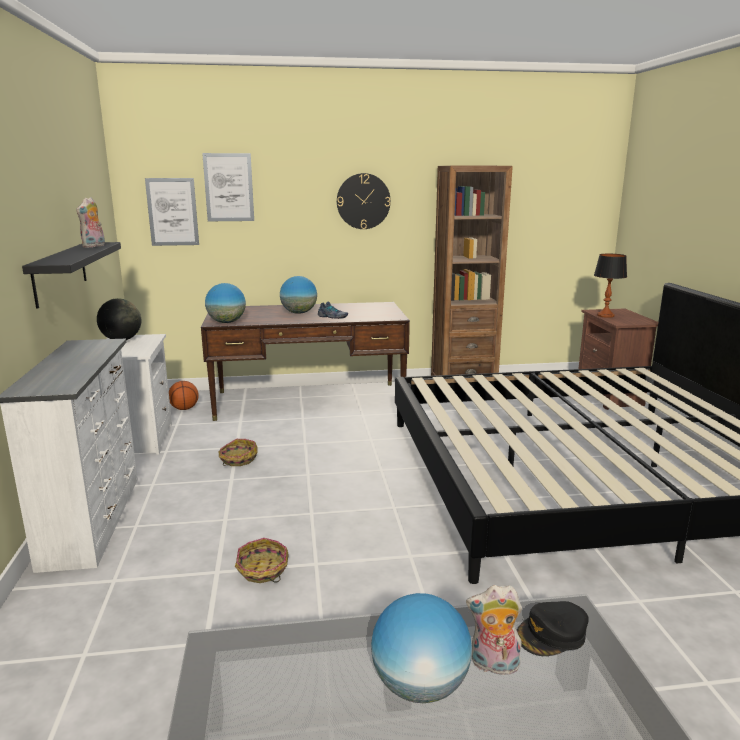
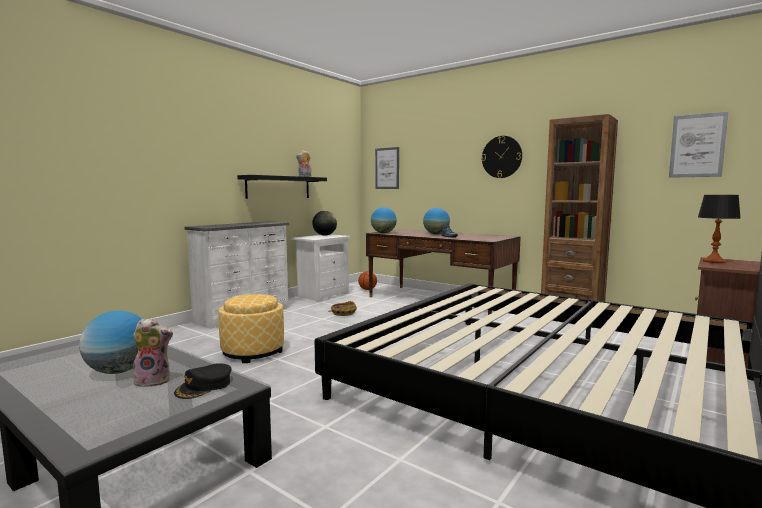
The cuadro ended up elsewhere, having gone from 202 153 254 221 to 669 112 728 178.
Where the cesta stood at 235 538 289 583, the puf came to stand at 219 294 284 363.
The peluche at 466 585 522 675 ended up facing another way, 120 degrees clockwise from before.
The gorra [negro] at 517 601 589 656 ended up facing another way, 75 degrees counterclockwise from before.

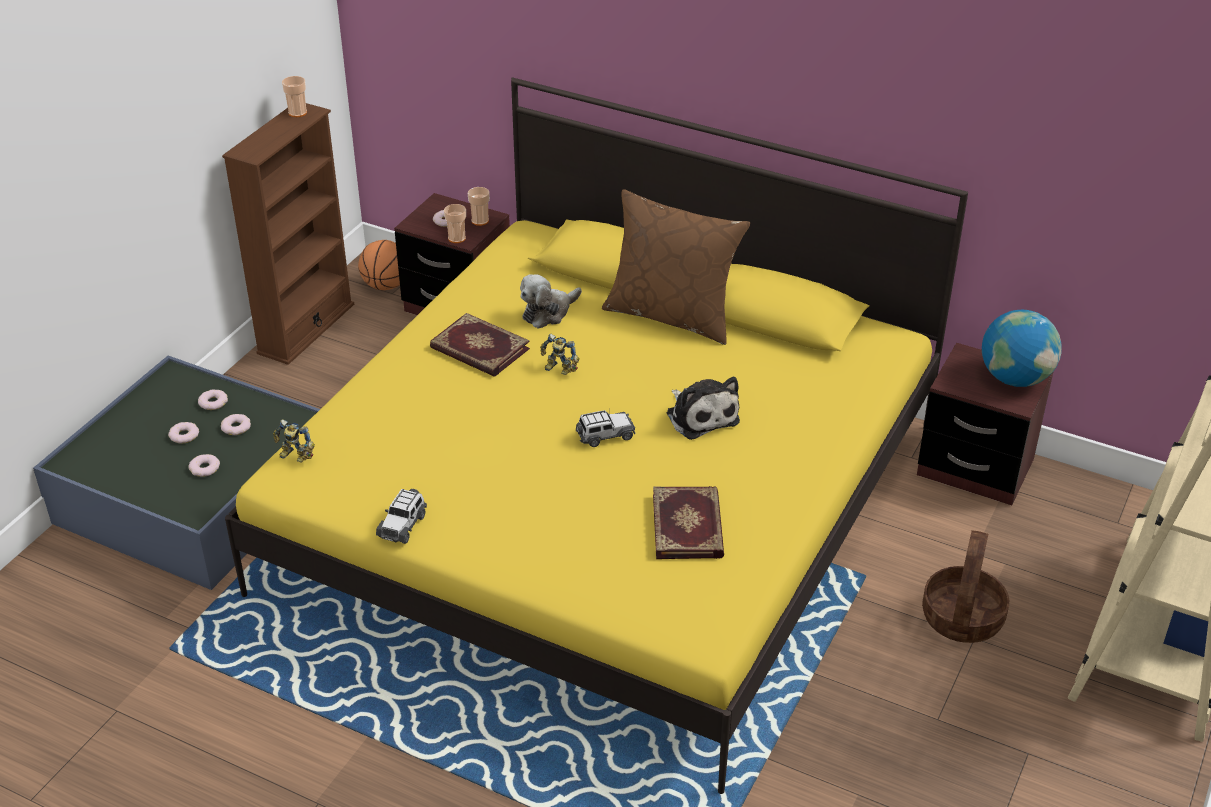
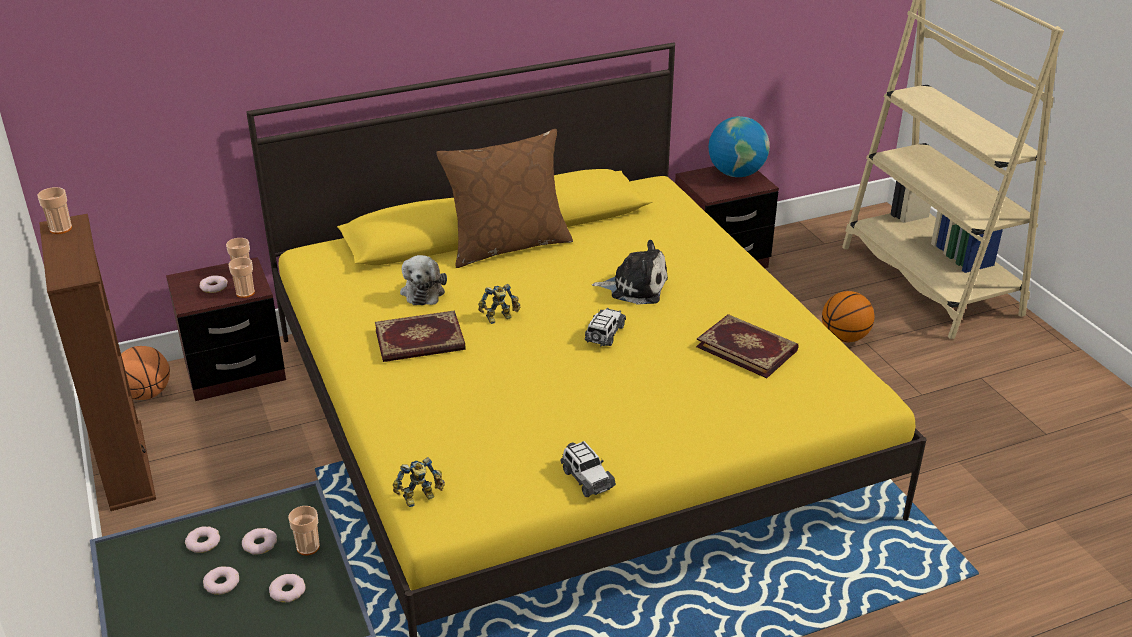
The second view gained the taza at 288 506 320 555.
Where the cesta stood at 922 530 1009 643, the balón de baloncesto came to stand at 822 291 875 342.

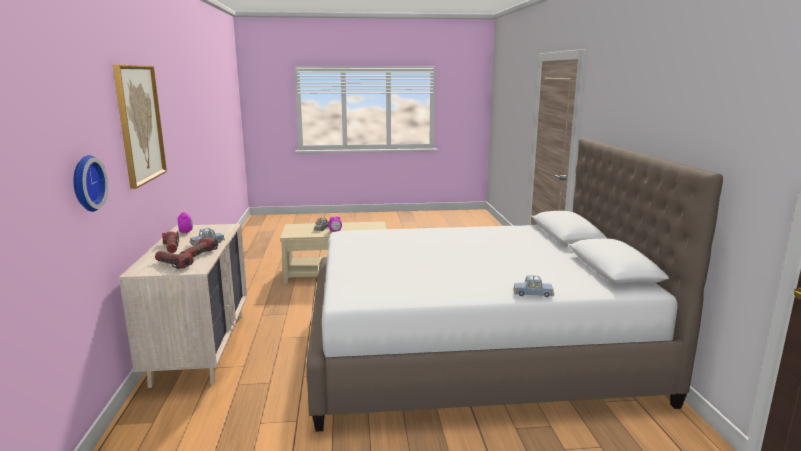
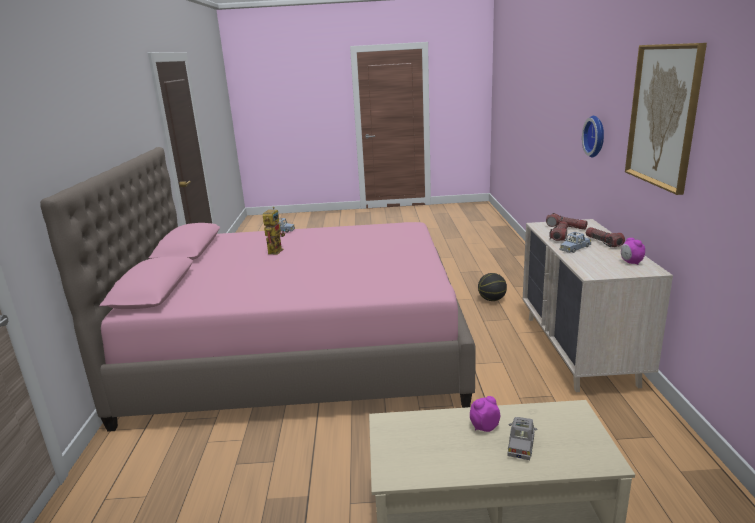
The second view gained the robot de juguete at 263 207 285 254.
The second view gained the balón de baloncesto at 478 273 507 301.
What was the cama [blanco] at 307 137 723 432 turned into the cama [rosa] at 40 147 476 432.

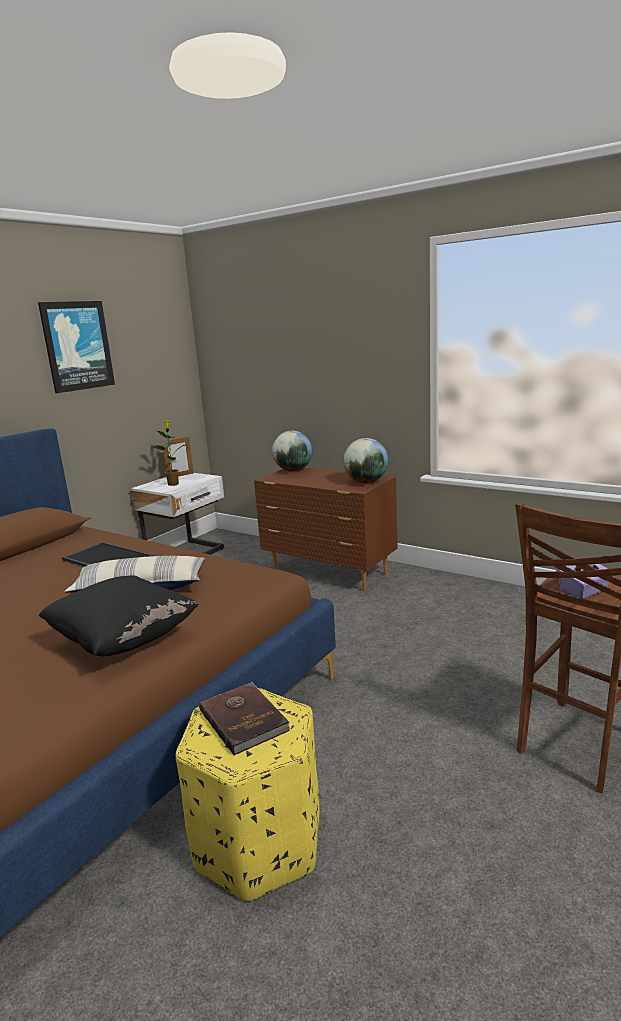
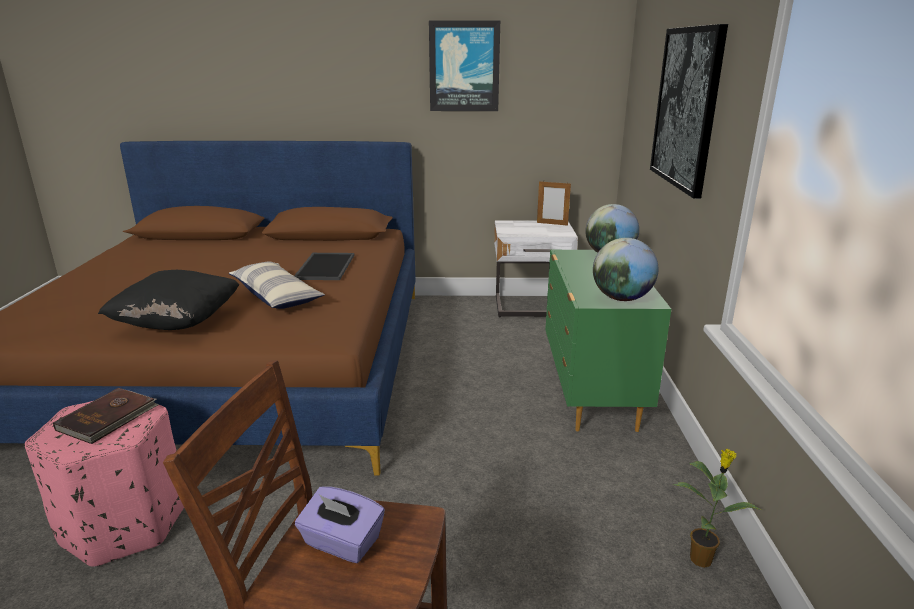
The second view gained the cuadro at 650 24 728 199.
The planta en maceta ended up elsewhere, having gone from 151 420 186 486 to 672 449 762 568.
What was the puf [amarillo] at 176 688 319 902 turned into the puf [rosa] at 25 401 184 567.
What was the cómoda [marrón] at 254 467 398 591 turned into the cómoda [verde] at 545 250 671 432.

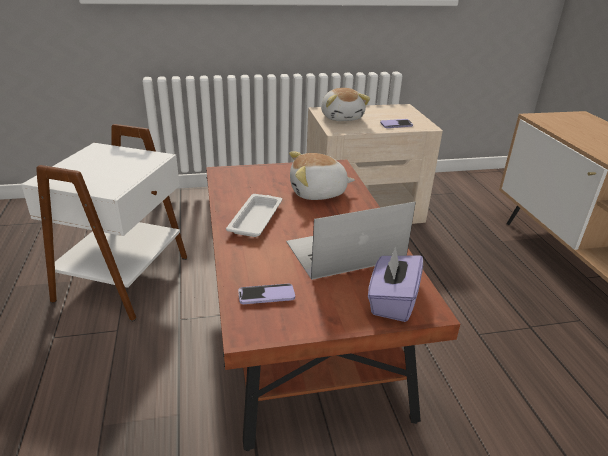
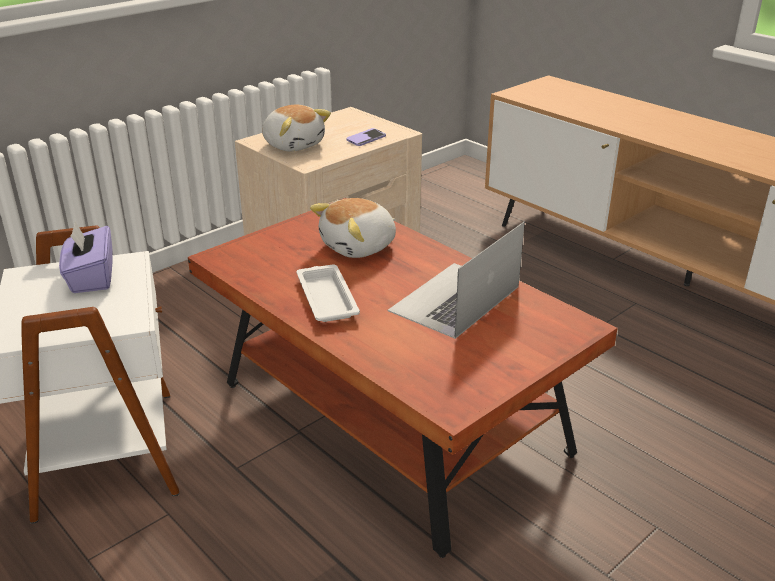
The second view lost the móvil at 238 284 295 304.
The caja de pañuelos [morado] ended up elsewhere, having gone from 368 246 423 322 to 59 221 112 293.

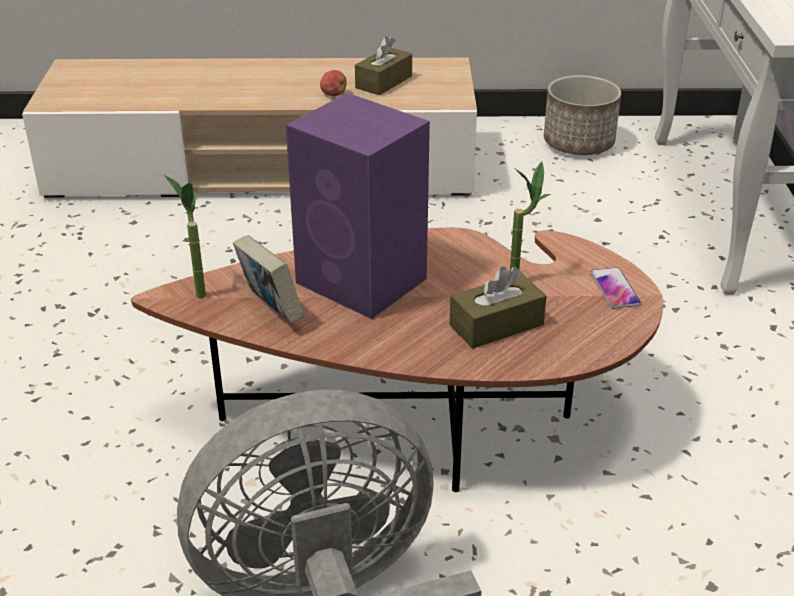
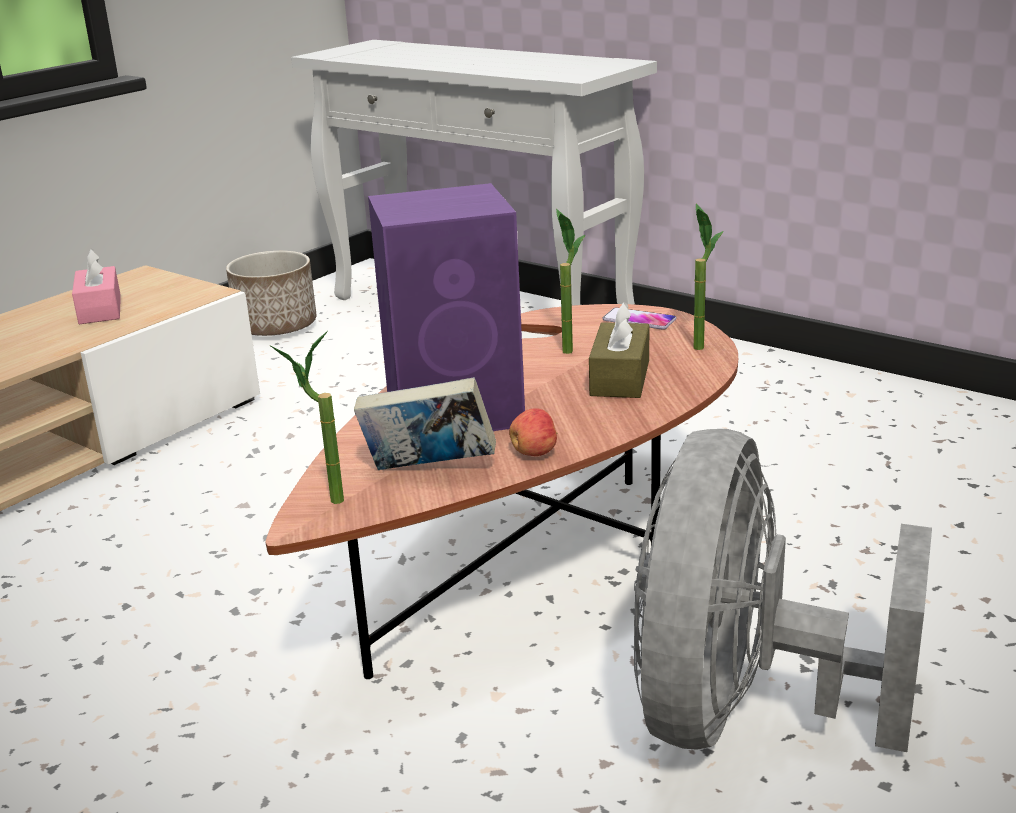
The second view gained the planta en maceta at 694 204 724 350.
The manzana ended up elsewhere, having gone from 320 70 347 96 to 509 408 558 456.
What was the caja de pañuelos [marrón] at 355 36 412 95 turned into the caja de pañuelos [rosa] at 72 249 121 324.

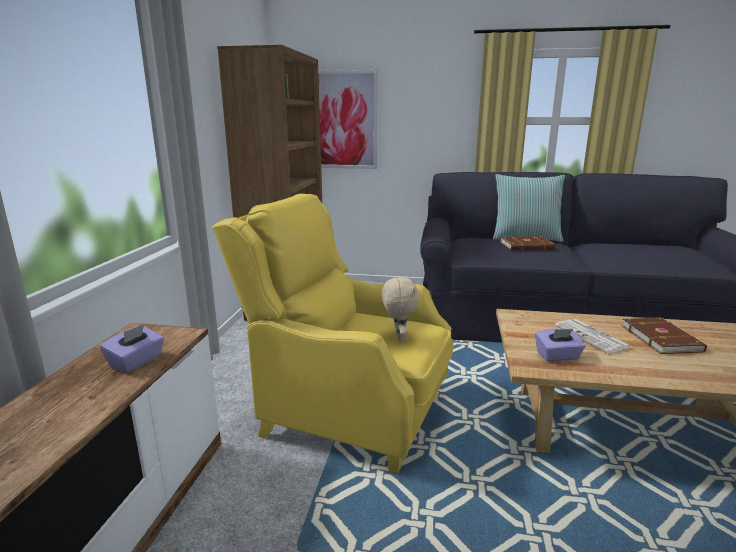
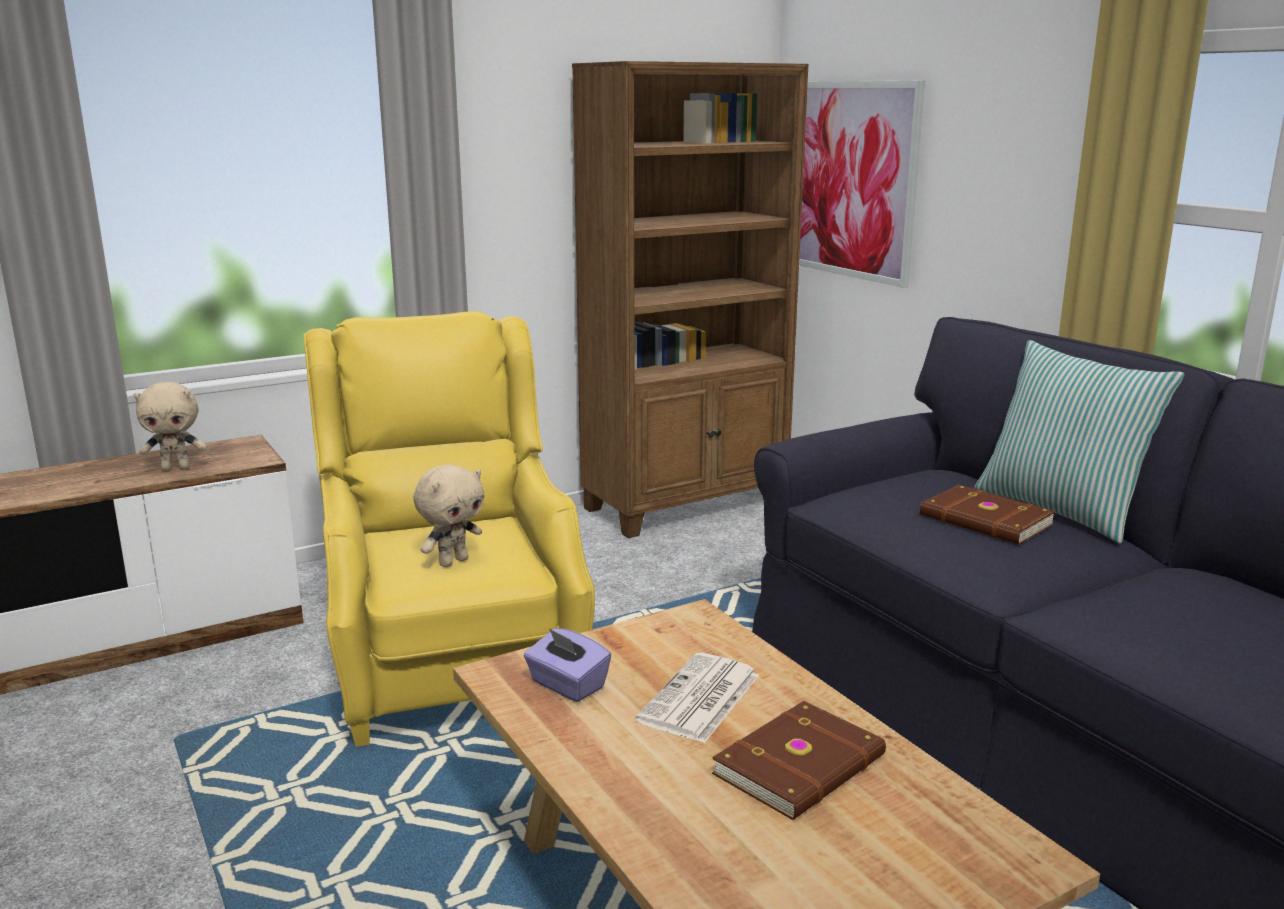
Where the caja de pañuelos [morado] stood at 100 324 164 373, the peluche [beis] came to stand at 134 382 207 471.

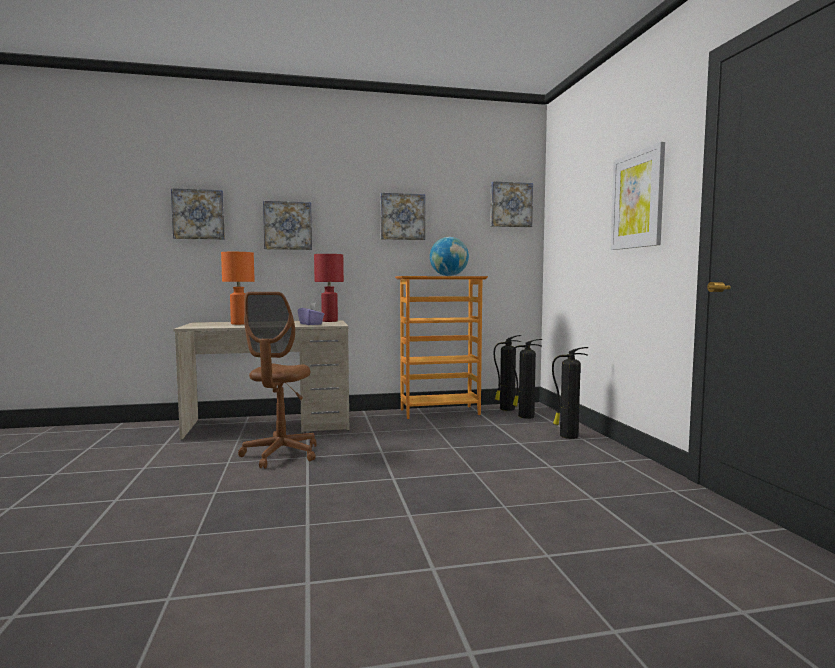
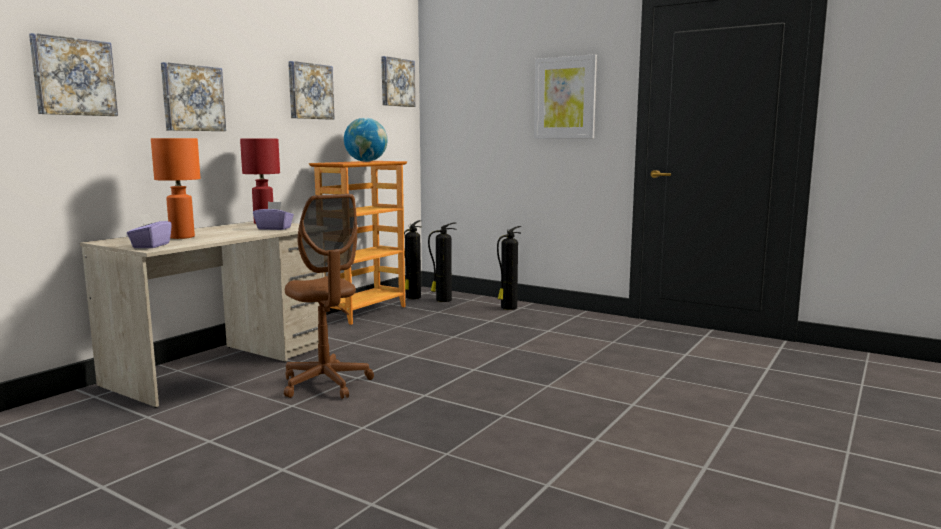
The second view gained the caja de pañuelos [morado] at 127 213 172 248.

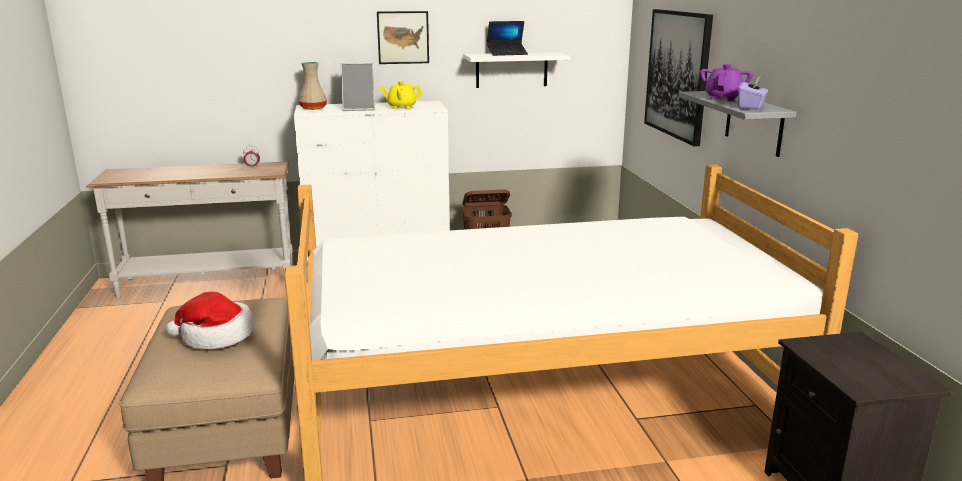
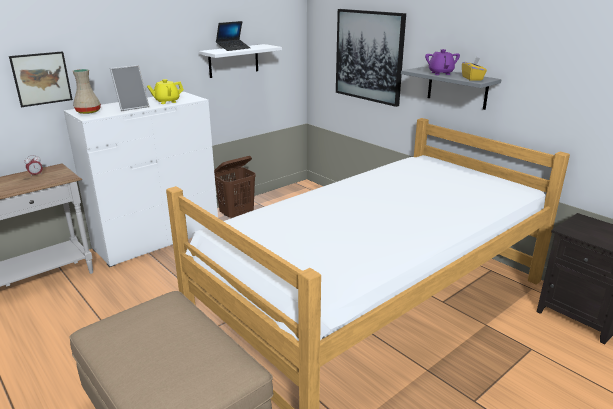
The second view lost the sombrero at 166 292 255 349.
The cuadro ended up elsewhere, having gone from 377 11 429 64 to 9 51 73 107.
What was the caja de pañuelos [morado] at 738 76 768 110 turned into the caja de pañuelos [amarillo] at 462 57 487 81.

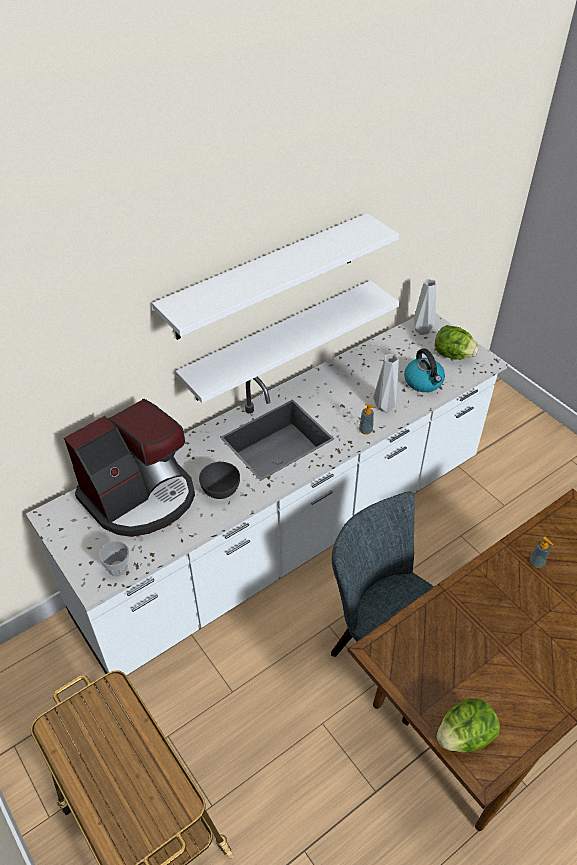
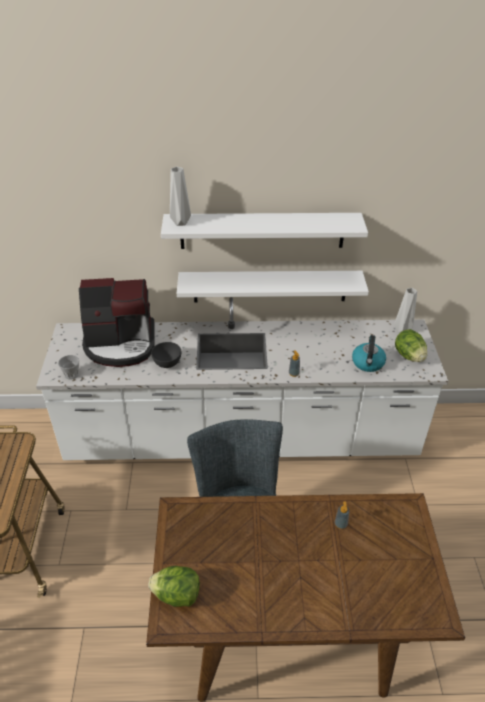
The florero [gris] ended up elsewhere, having gone from 373 354 399 412 to 170 167 191 226.

